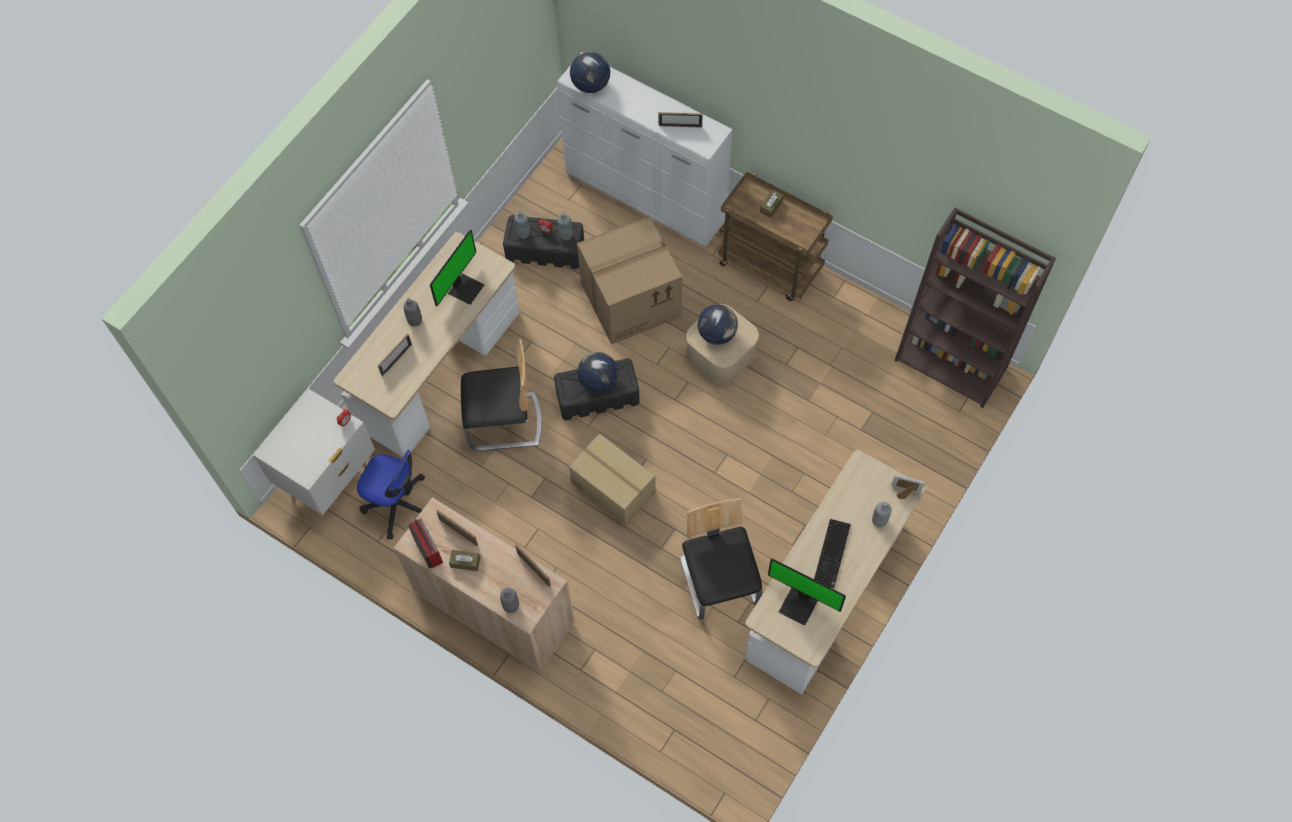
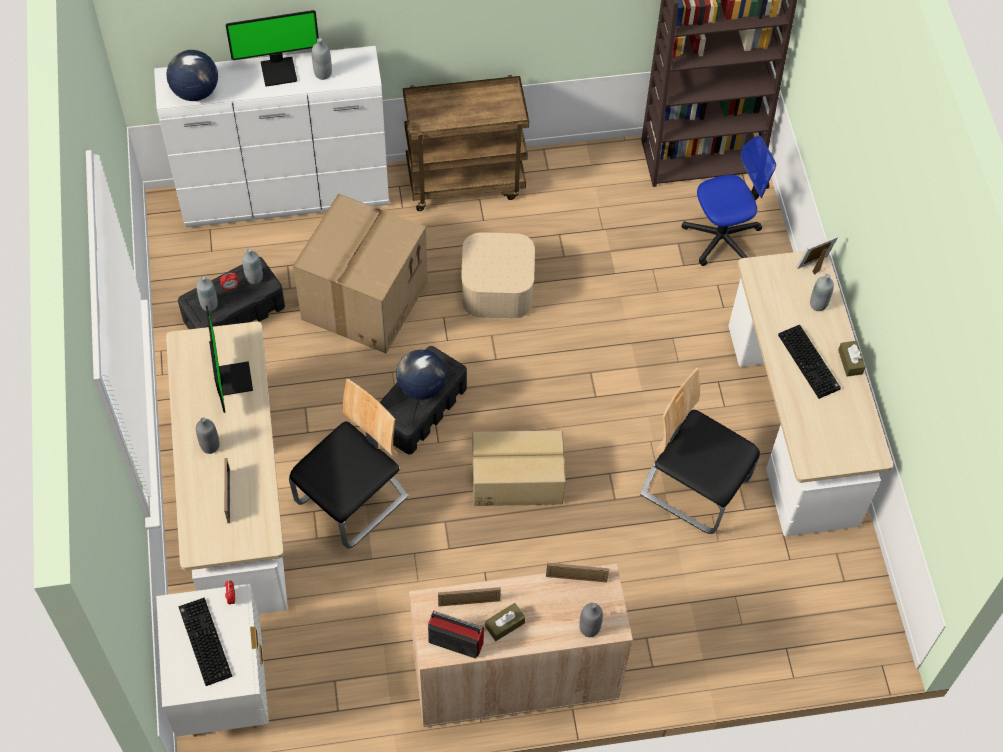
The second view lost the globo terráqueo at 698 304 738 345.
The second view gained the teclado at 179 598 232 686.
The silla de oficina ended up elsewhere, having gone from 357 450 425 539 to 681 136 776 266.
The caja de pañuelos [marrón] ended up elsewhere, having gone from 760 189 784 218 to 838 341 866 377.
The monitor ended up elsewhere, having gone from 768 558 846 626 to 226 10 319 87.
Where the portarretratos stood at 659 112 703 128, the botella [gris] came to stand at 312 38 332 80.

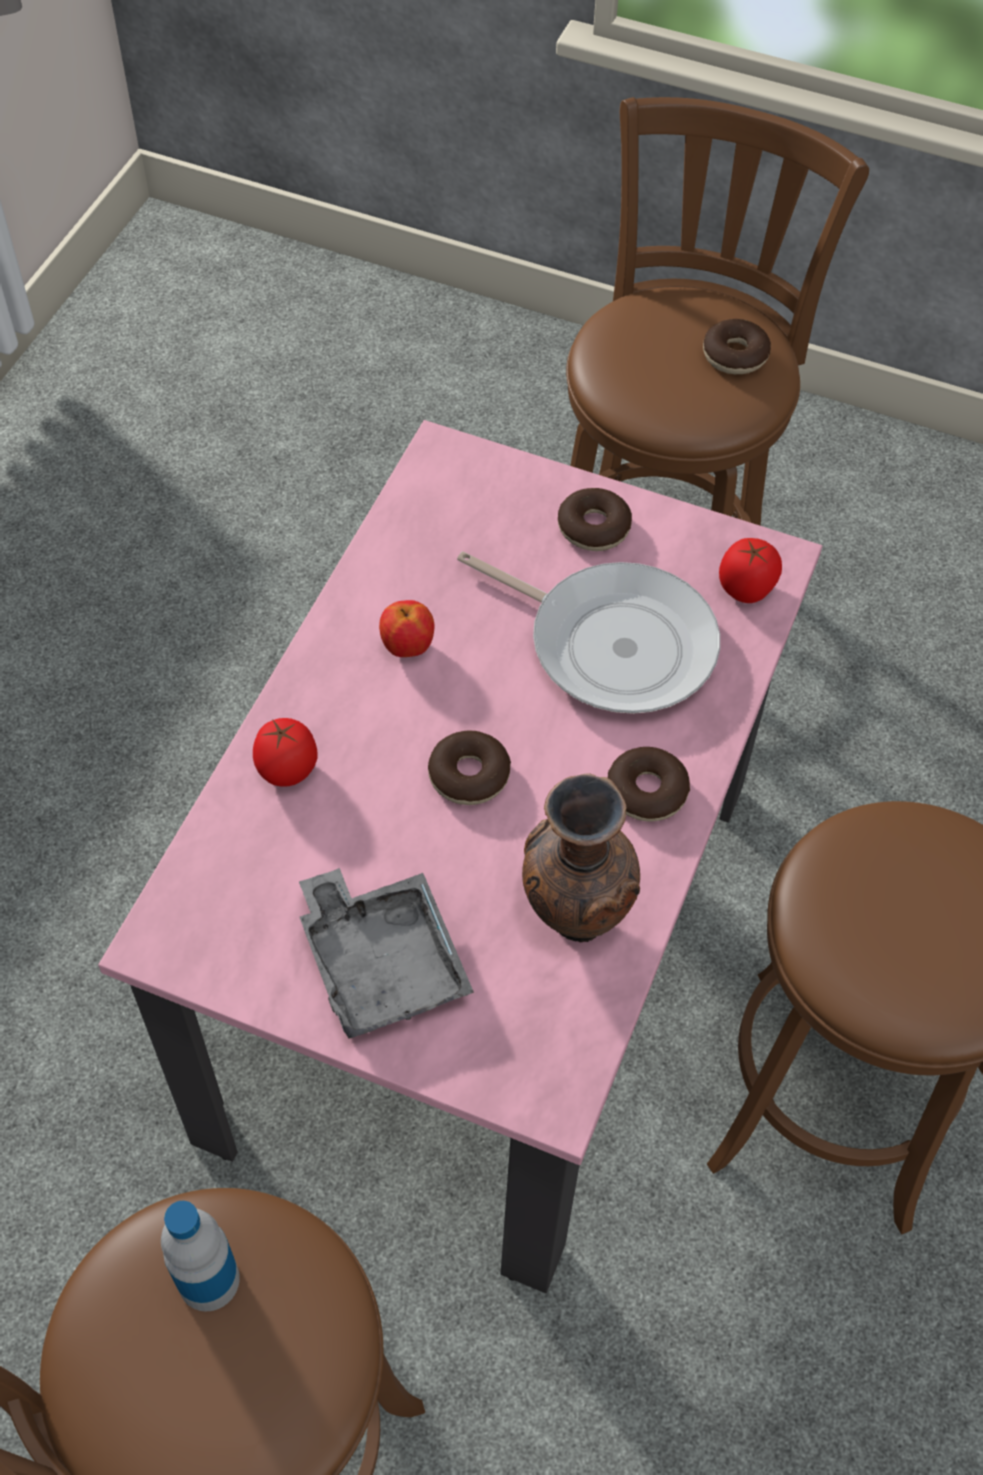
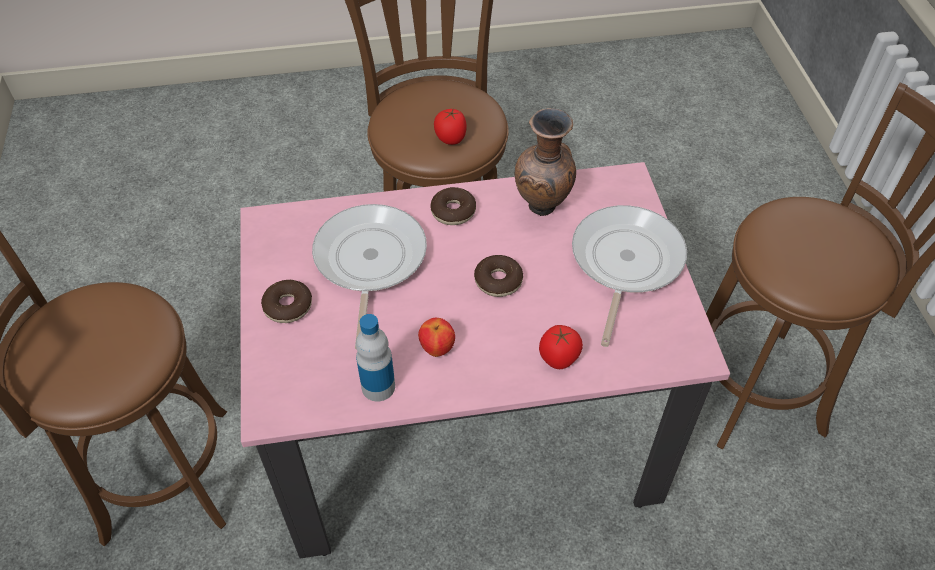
The second view lost the rosquilla at 703 319 771 374.
The botella ended up elsewhere, having gone from 161 1201 240 1312 to 356 314 395 402.
The tomate ended up elsewhere, having gone from 719 538 782 603 to 434 108 467 145.
Where the bandeja [gris] stood at 299 868 474 1039, the sartén came to stand at 572 205 687 347.

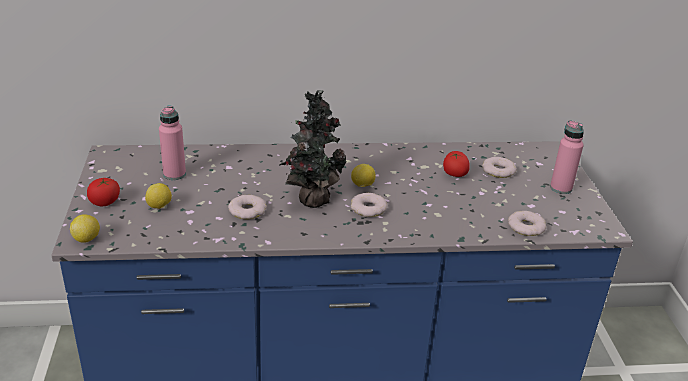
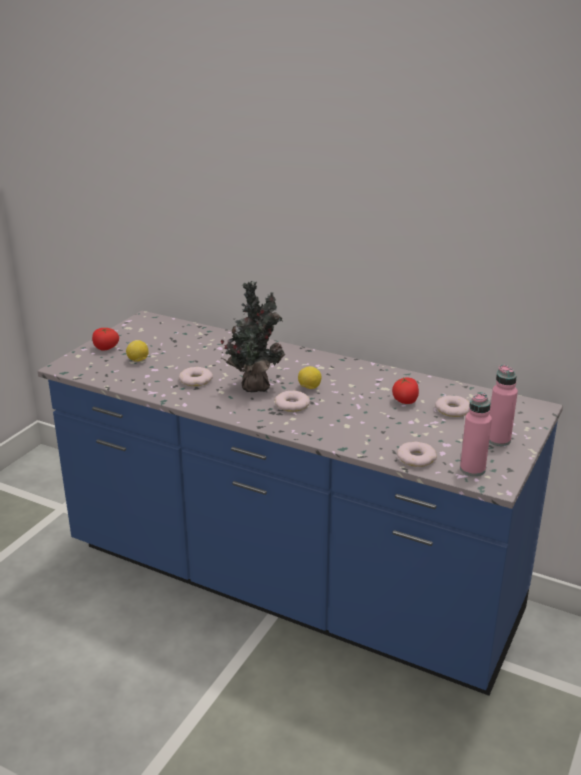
The second view lost the limón at 70 214 100 243.
The botella [rosa] ended up elsewhere, having gone from 159 106 186 180 to 460 393 492 476.

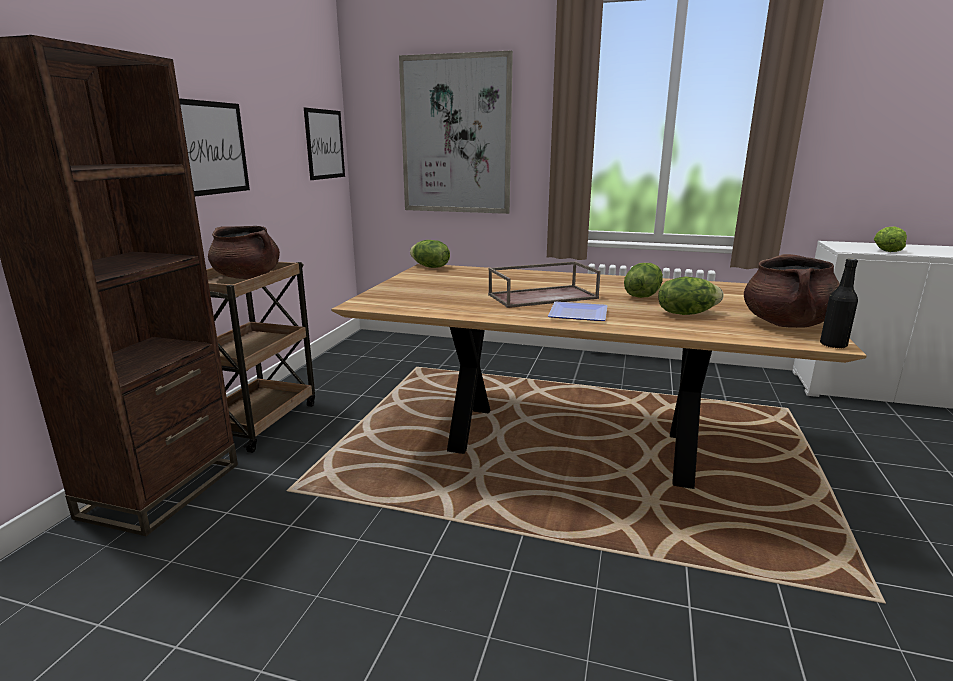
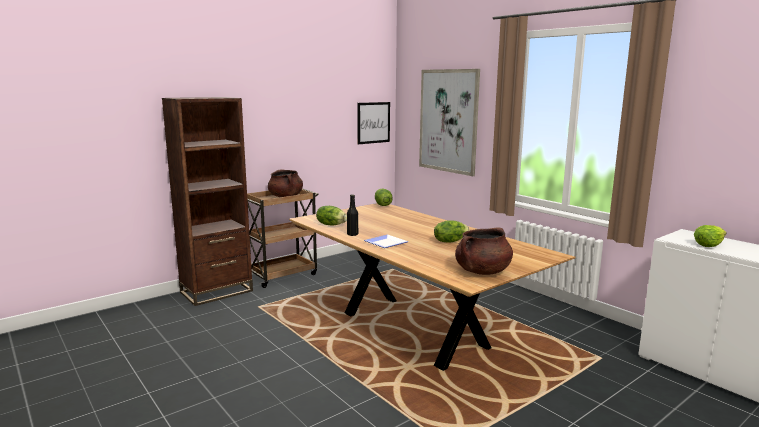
The second view lost the cuadro at 179 98 250 197.
The second view lost the bandeja [marrón] at 488 261 601 308.
The lechuga ended up elsewhere, having gone from 658 277 724 315 to 316 206 347 225.
The botella [negro] ended up elsewhere, having gone from 820 258 858 348 to 347 194 358 236.

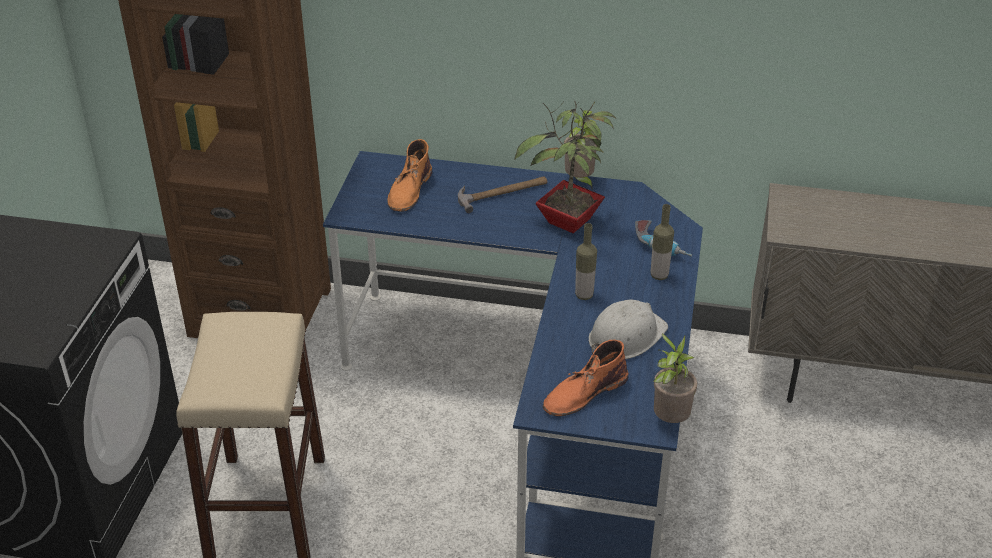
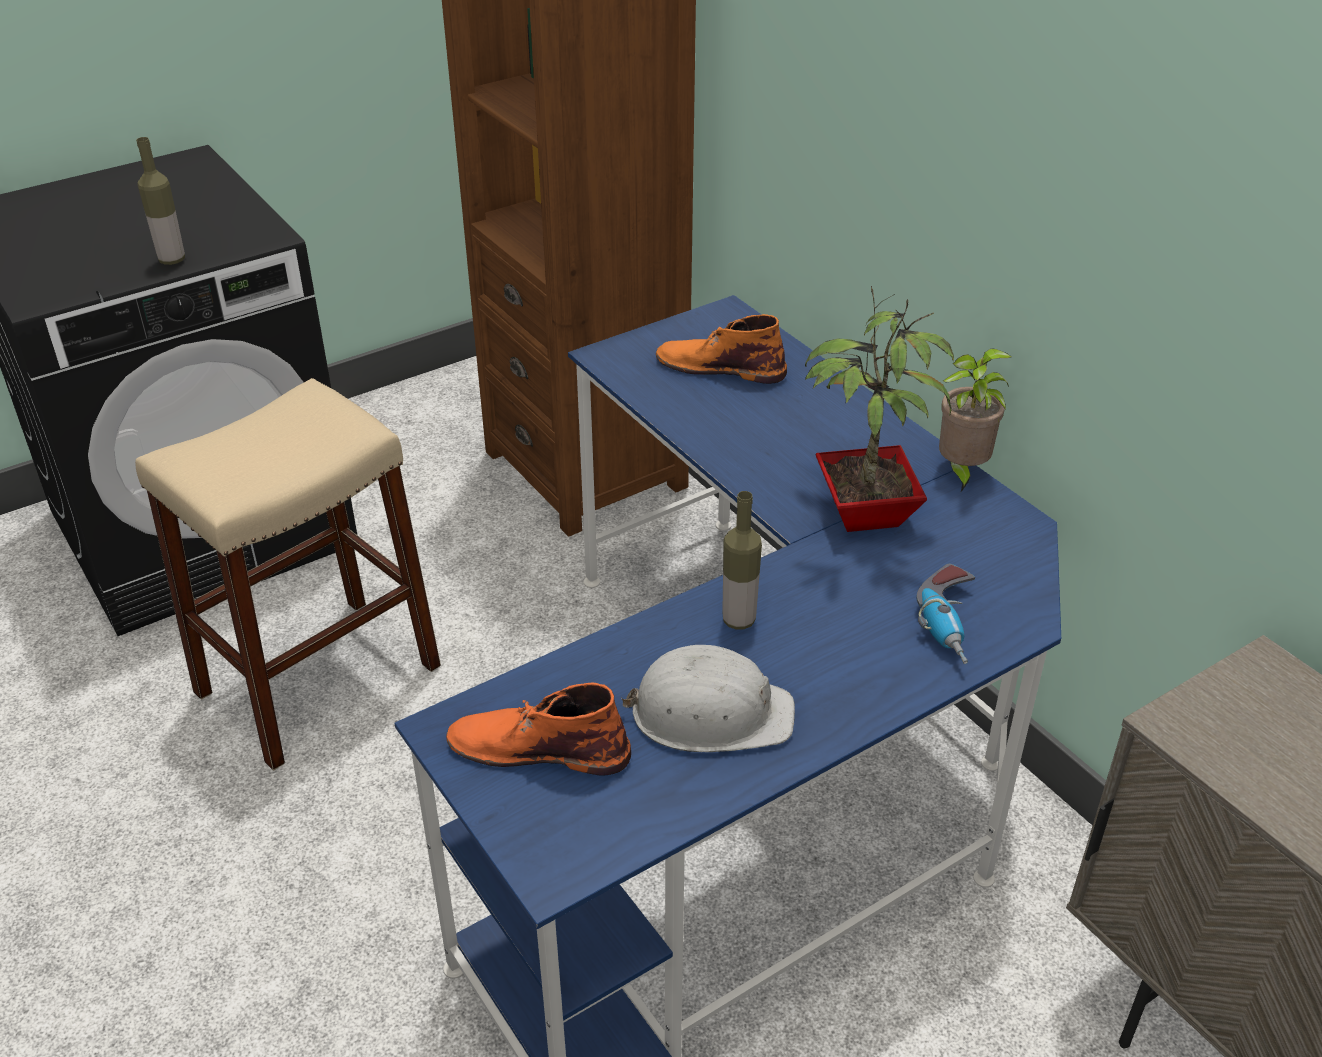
The second view lost the martillo at 458 176 548 213.
The second view lost the planta en maceta at 654 333 697 423.
The botella ended up elsewhere, having gone from 651 204 674 280 to 136 137 185 265.
The bota [naranja] at 387 139 432 212 ended up facing another way, 45 degrees clockwise from before.

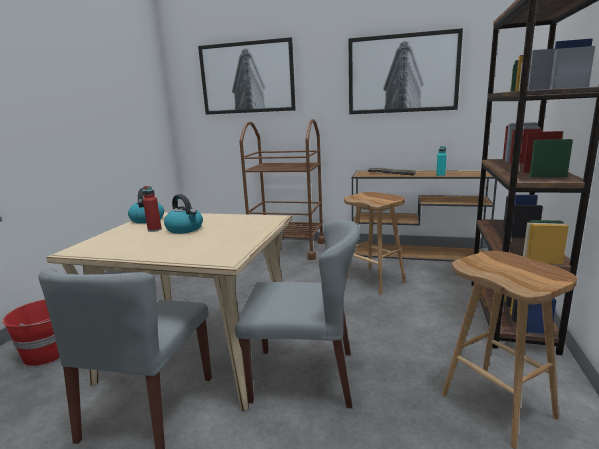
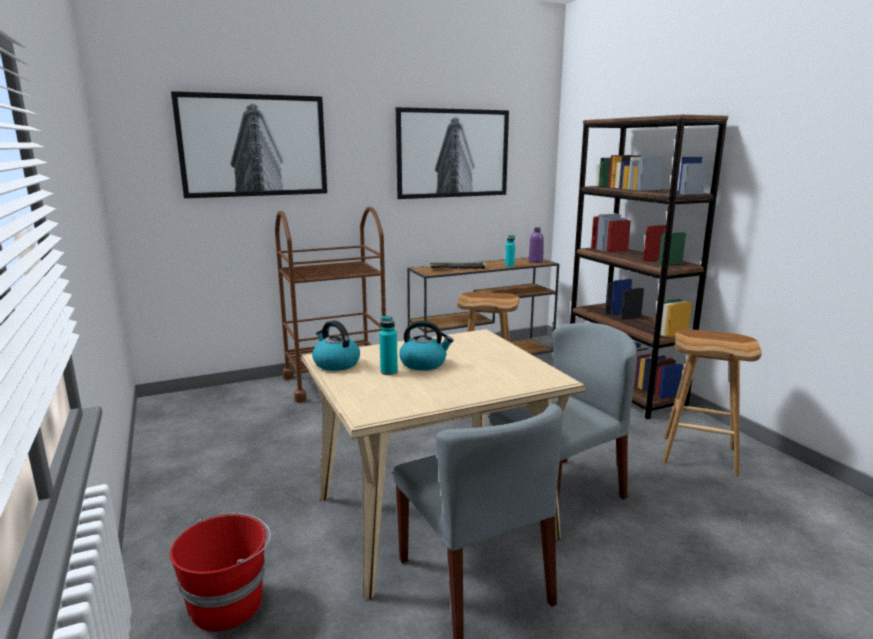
The second view gained the botella [morado] at 528 227 544 263.
What was the botella [rojo] at 143 186 162 232 turned into the botella [turquesa] at 379 316 398 375.

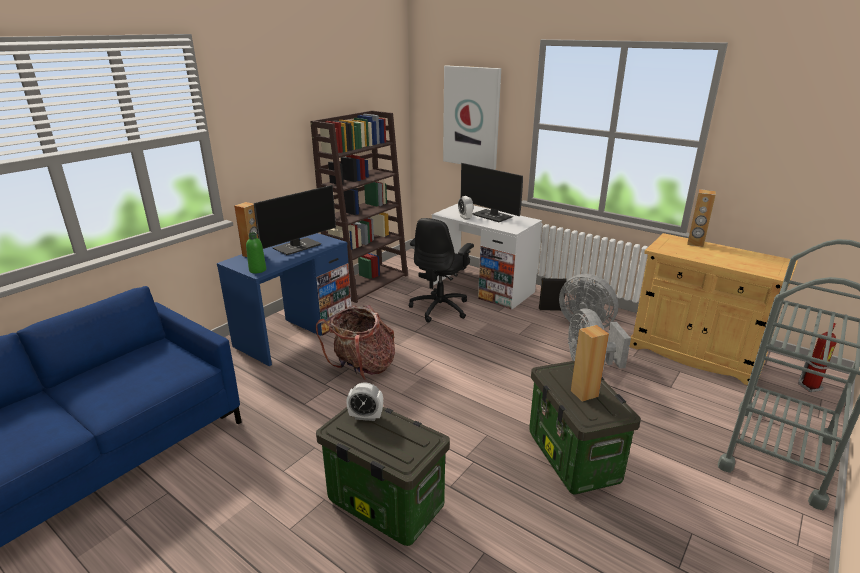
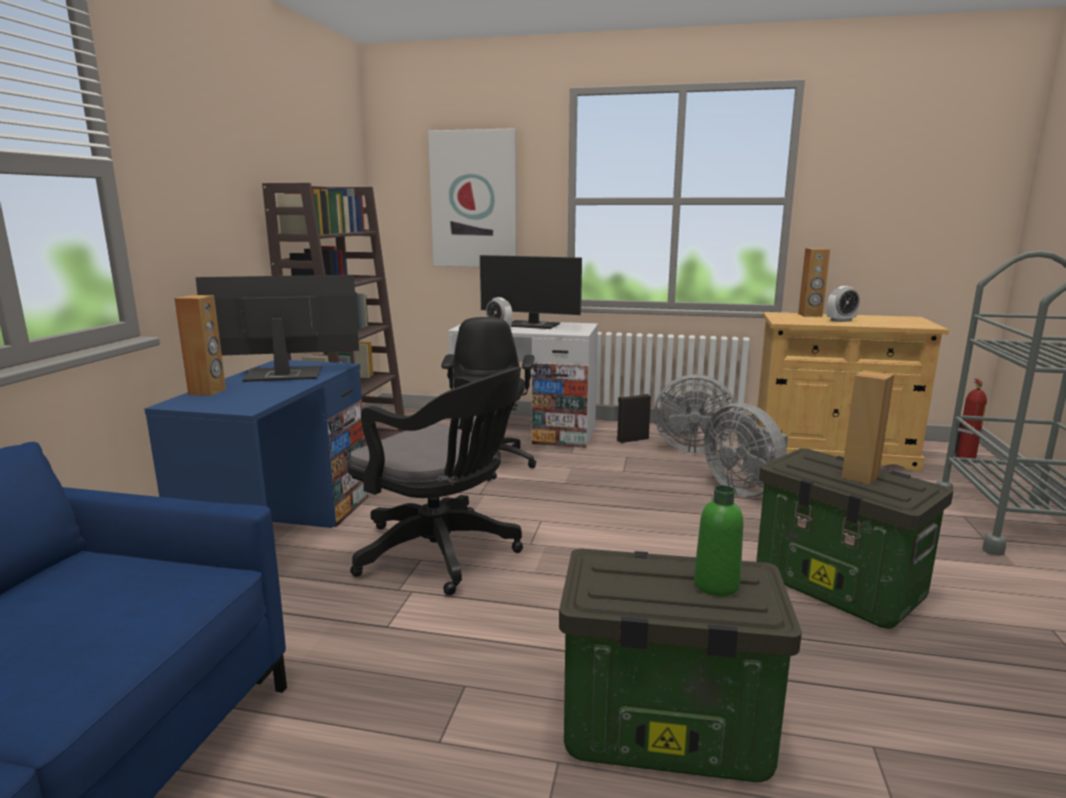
The botella [verde] ended up elsewhere, having gone from 246 232 266 273 to 694 485 743 596.
The despertador ended up elsewhere, having gone from 346 382 383 421 to 827 286 860 322.
Where the mochila stood at 316 305 395 380, the silla de oficina [negro] came to stand at 347 367 523 596.
The monitor at 254 185 336 255 ended up facing another way, 120 degrees counterclockwise from before.

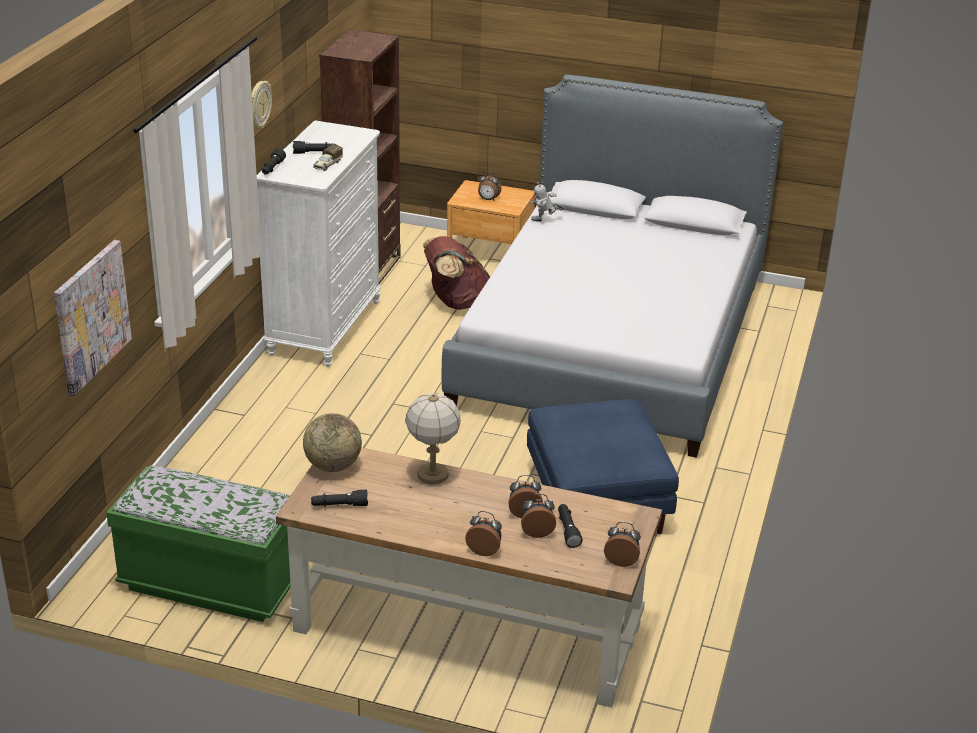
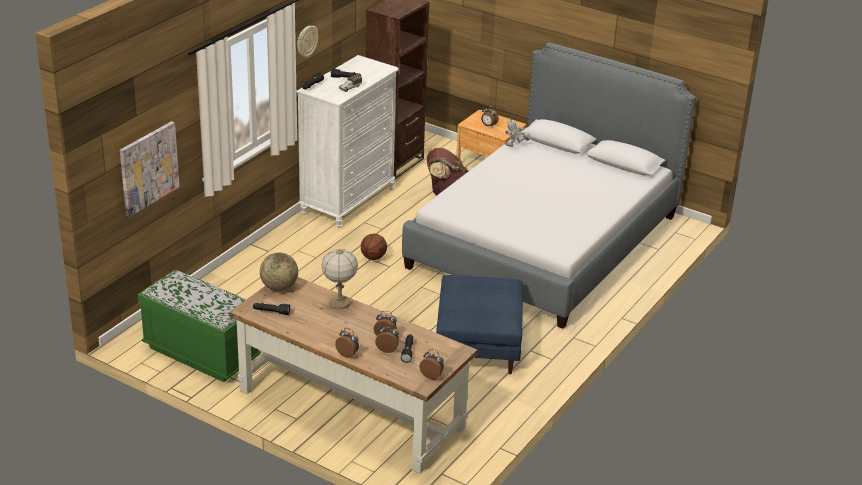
The second view gained the balón de baloncesto at 361 234 387 260.

